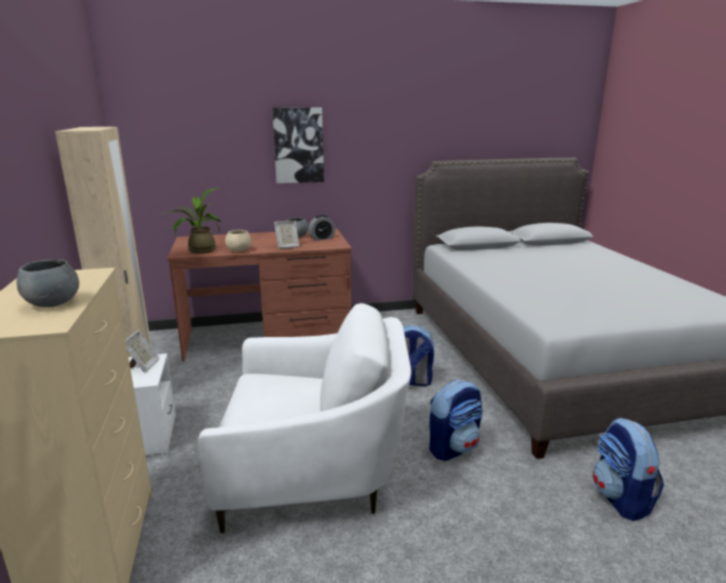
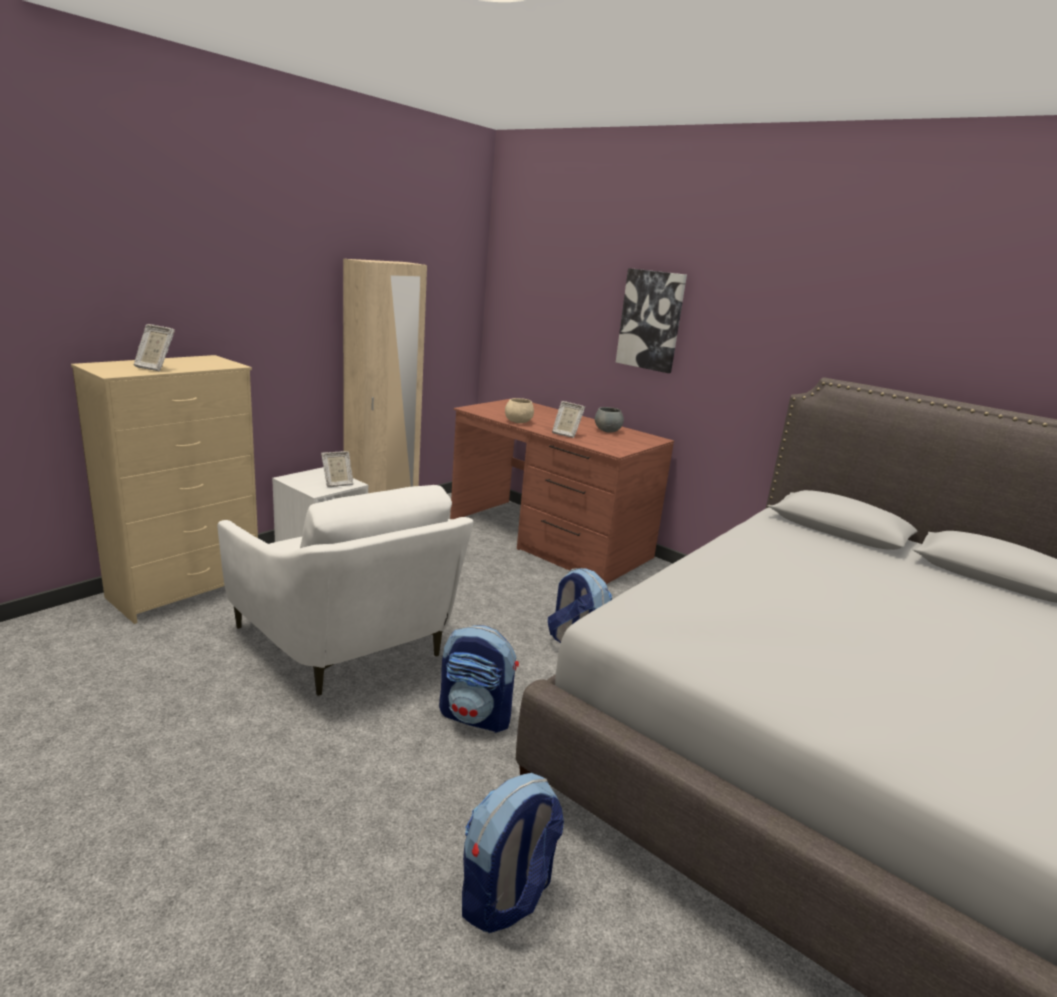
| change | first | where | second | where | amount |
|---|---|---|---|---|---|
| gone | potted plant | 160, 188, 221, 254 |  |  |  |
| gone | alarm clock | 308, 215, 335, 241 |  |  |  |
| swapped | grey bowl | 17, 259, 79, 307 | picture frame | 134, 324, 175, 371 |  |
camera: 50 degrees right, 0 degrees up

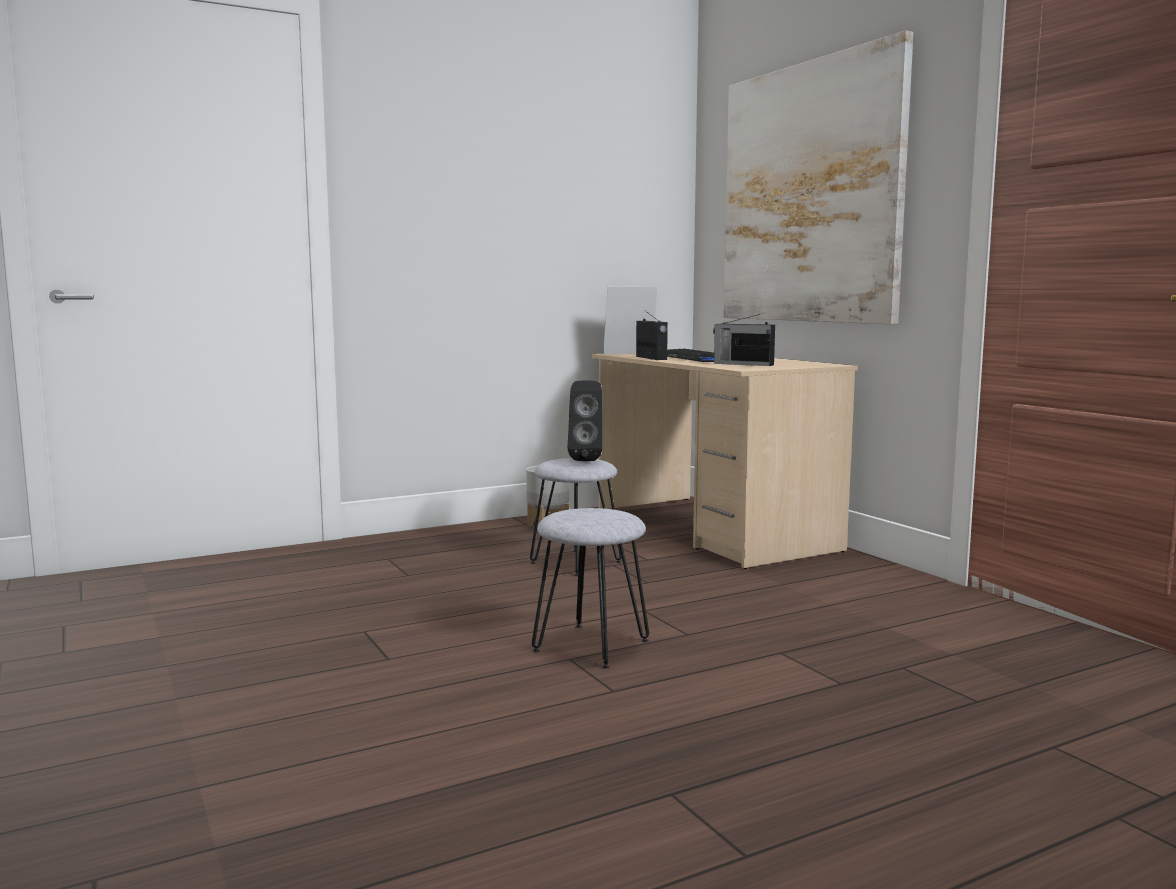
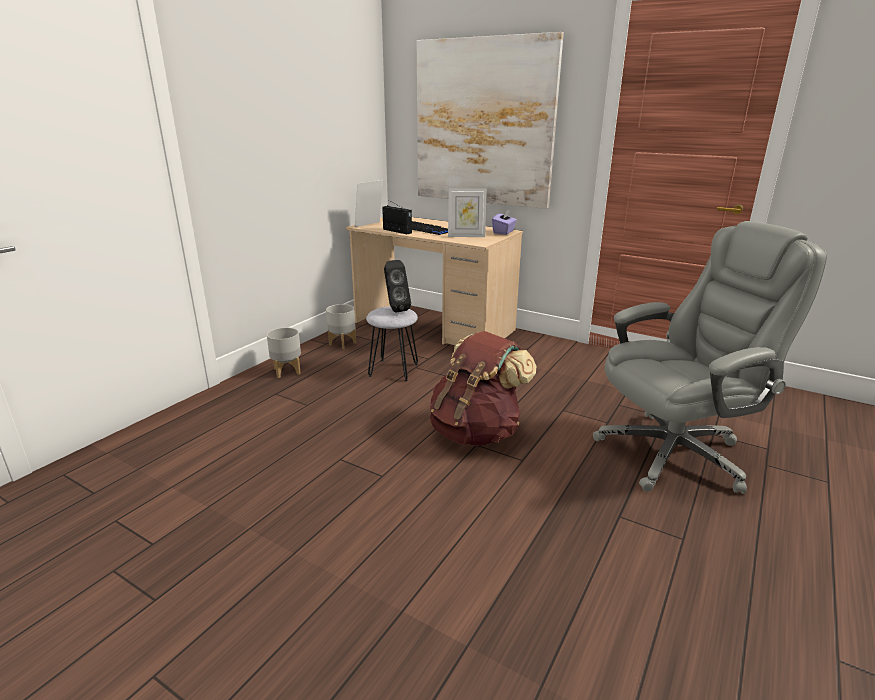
| change | first | where | second | where | amount |
|---|---|---|---|---|---|
| new |  |  | grey planter | 267, 327, 301, 378 |  |
| new |  |  | purple tissue box | 492, 210, 517, 235 |  |
| new |  |  | grey office chair | 593, 221, 827, 494 |  |
| swapped | grey stool | 532, 508, 649, 669 | brown backpack | 429, 331, 536, 446 |  |
| swapped | radio | 713, 313, 775, 366 | picture frame | 448, 188, 487, 237 |  |
camera: 30 degrees left, 15 degrees up

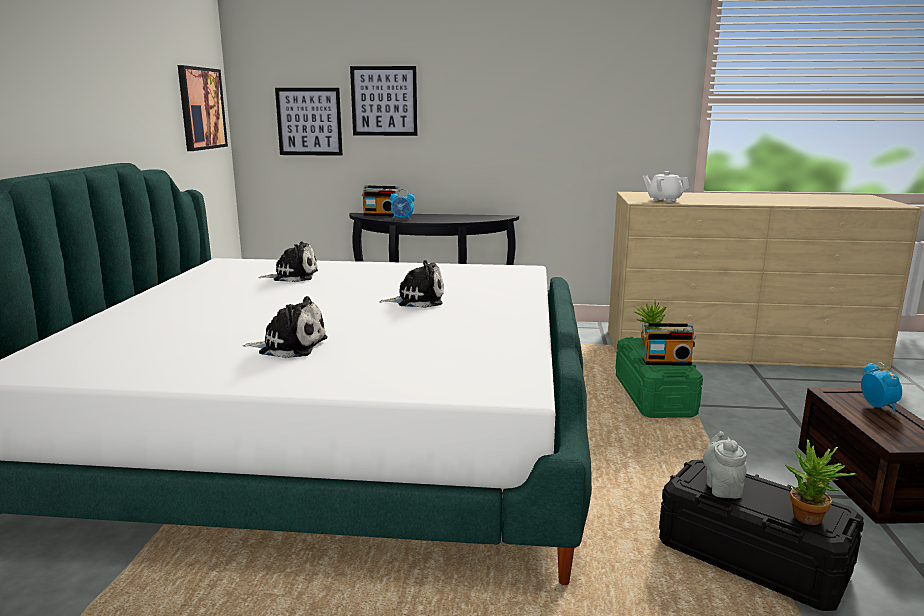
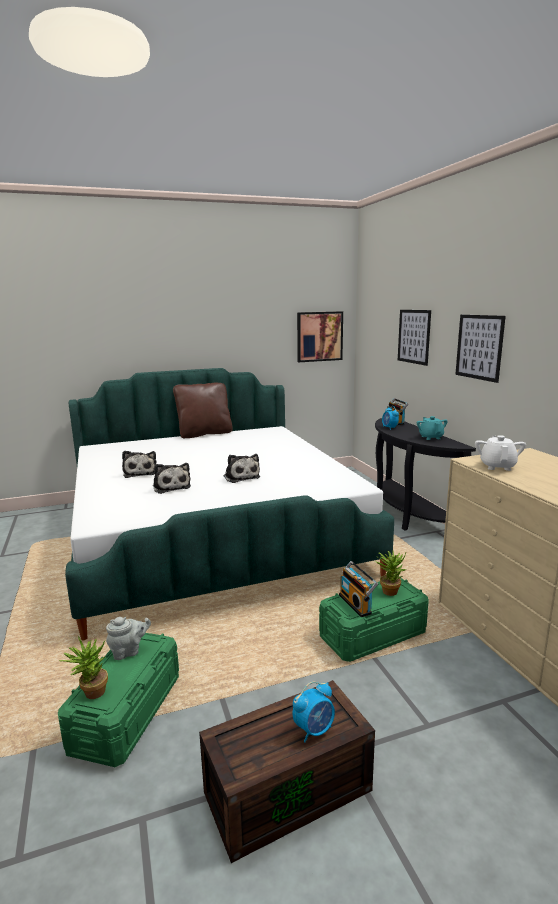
| change | first | where | second | where | amount |
|---|---|---|---|---|---|
| new |  |  | brown pillow | 173, 382, 233, 439 |  |
| new |  |  | turquoise teapot | 417, 416, 448, 440 |  |
| shifted | plush toy | 258, 241, 318, 282 |  | 153, 463, 191, 494 |  |
| shifted | picture | 275, 88, 343, 156 |  | 455, 315, 506, 383 |  |
| repainted | black storage box | 659, 459, 864, 611 | green storage box | 58, 633, 179, 767 |  |
camera: 65 degrees right, 0 degrees up

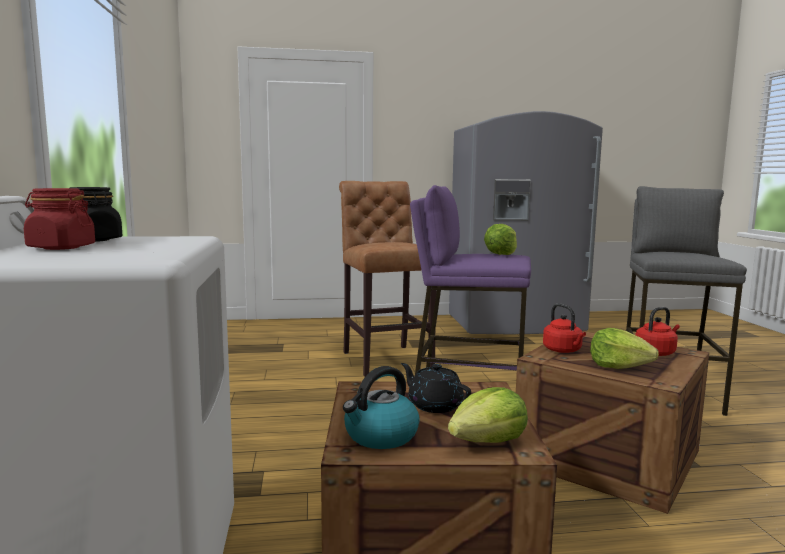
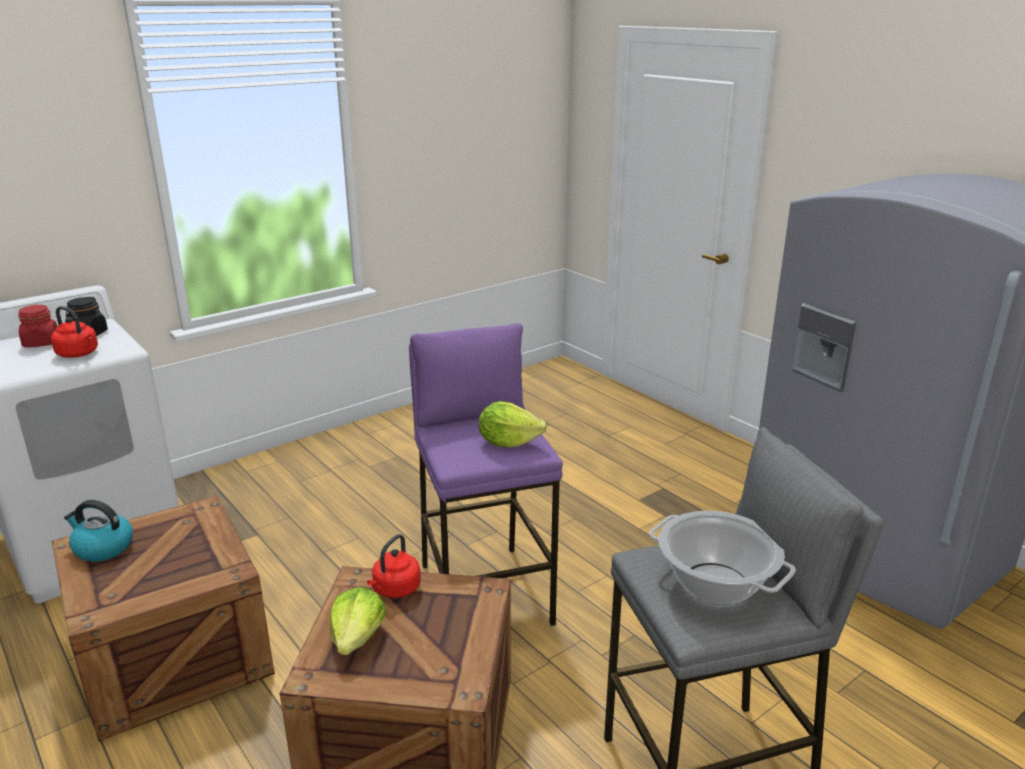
| change | first | where | second | where | amount |
|---|---|---|---|---|---|
| gone | brown stool | 339, 181, 436, 377 |  |  |  |
| gone | black teapot | 401, 363, 471, 413 |  |  |  |
| gone | lettuce | 448, 387, 528, 443 |  |  |  |
| new |  |  | cooking pot | 649, 511, 796, 605 |  |
| shifted | red kettle | 635, 307, 680, 356 |  | 51, 306, 98, 358 |  |
camera: 60 degrees right, 15 degrees up

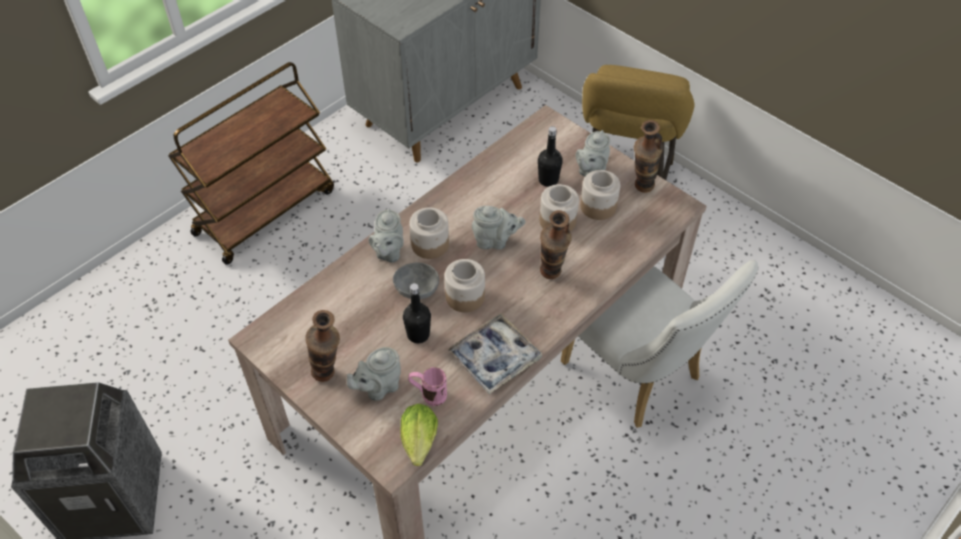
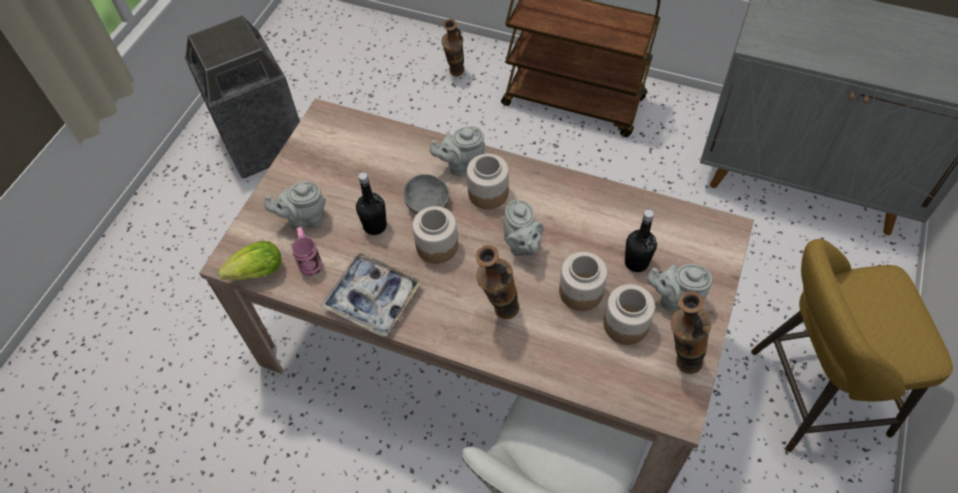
| change | first | where | second | where | amount |
|---|---|---|---|---|---|
| shifted | vase | 305, 310, 340, 382 |  | 441, 19, 464, 76 |  |
| rotated | grey teapot | 347, 347, 401, 401 |  | 264, 181, 326, 231 | 45 degrees counterclockwise |
camera: 70 degrees right, 5 degrees up

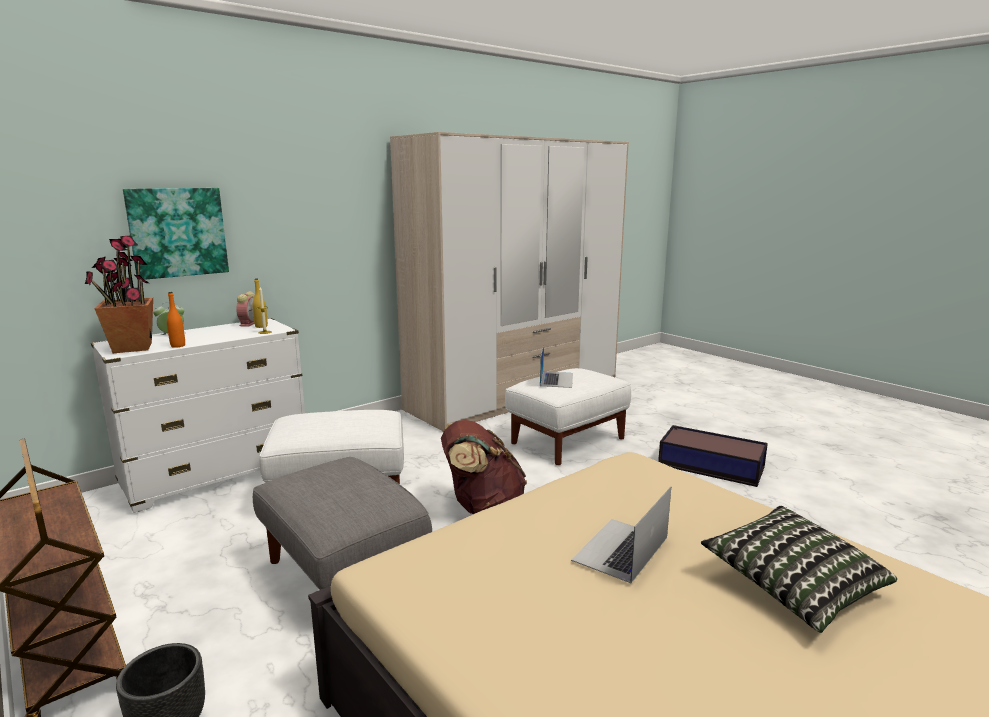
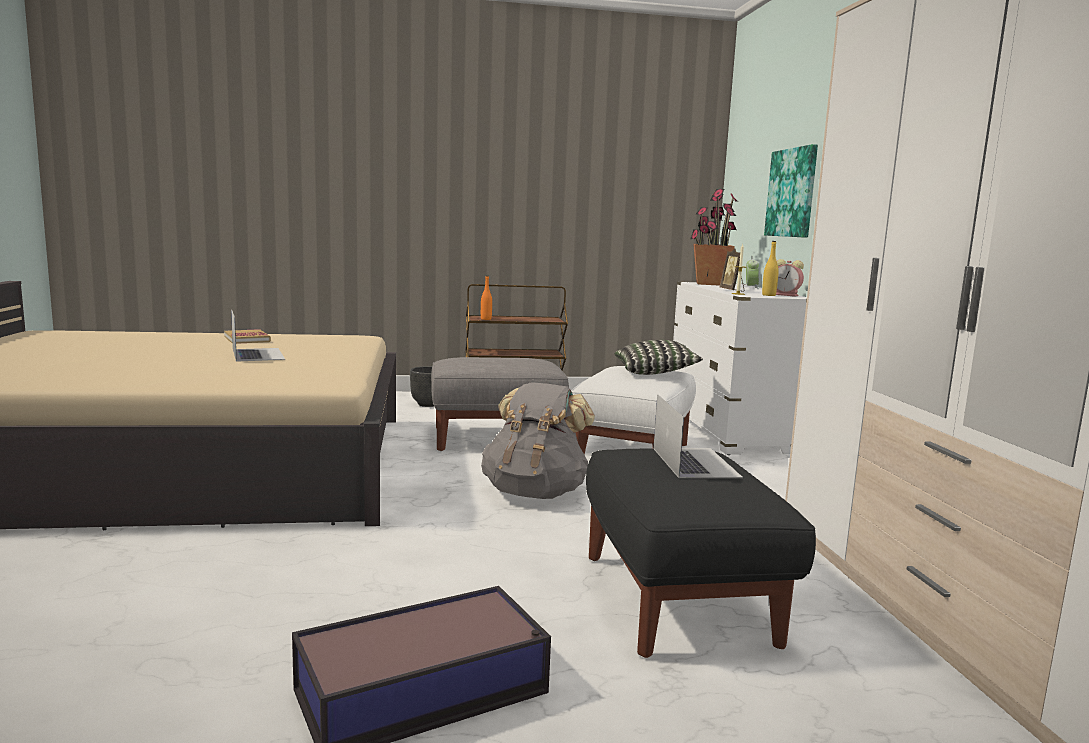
| change | first | where | second | where | amount |
|---|---|---|---|---|---|
| new |  |  | book | 224, 329, 271, 344 |  |
| new |  |  | picture frame | 720, 248, 744, 292 |  |
| shifted | orange bottle | 167, 292, 185, 348 |  | 481, 275, 492, 320 |  |
| shifted | pillow | 701, 506, 897, 633 |  | 615, 340, 703, 375 |  |
| repainted | brown backpack | 441, 420, 527, 514 | grey backpack | 481, 382, 595, 499 |  |
| repainted | white ottoman | 505, 368, 631, 465 | black ottoman | 586, 448, 816, 658 |  |
| rotated | laptop | 540, 345, 573, 388 |  | 653, 394, 743, 478 | 135 degrees counterclockwise |
camera: 120 degrees right, 5 degrees down

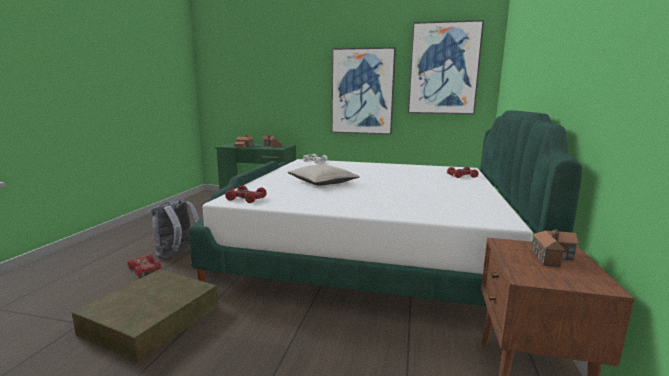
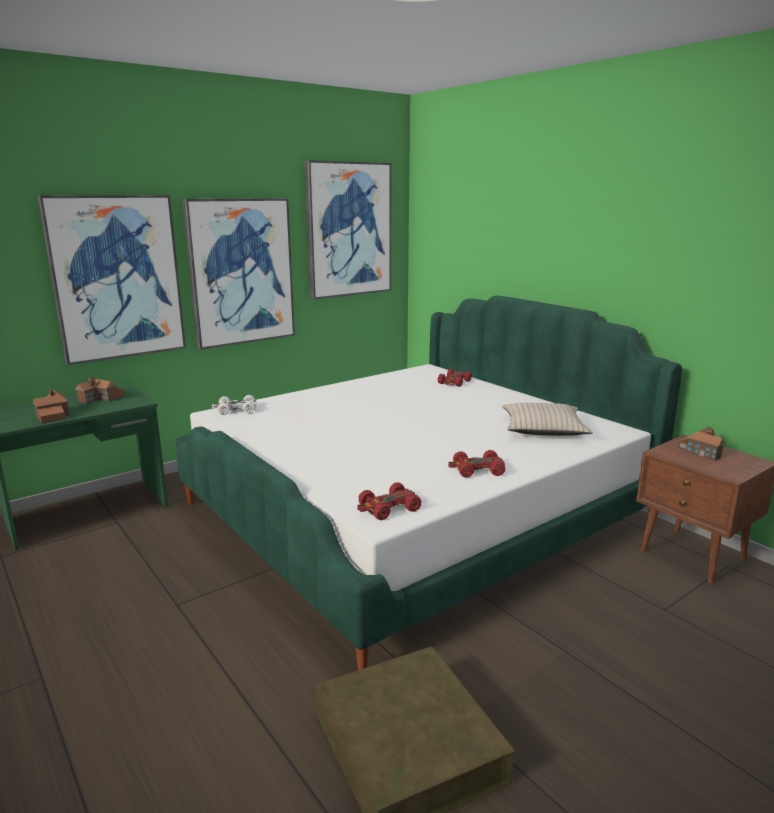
| change | first | where | second | where | amount |
|---|---|---|---|---|---|
| gone | grey backpack | 151, 199, 200, 259 |  |  |  |
| new |  |  | picture | 37, 195, 186, 365 |  |
| shifted | red toy car | 128, 254, 161, 276 |  | 448, 450, 505, 477 |  |
| shifted | beige pillow | 287, 165, 360, 186 |  | 502, 403, 593, 436 |  |
camera: 50 degrees left, 5 degrees up

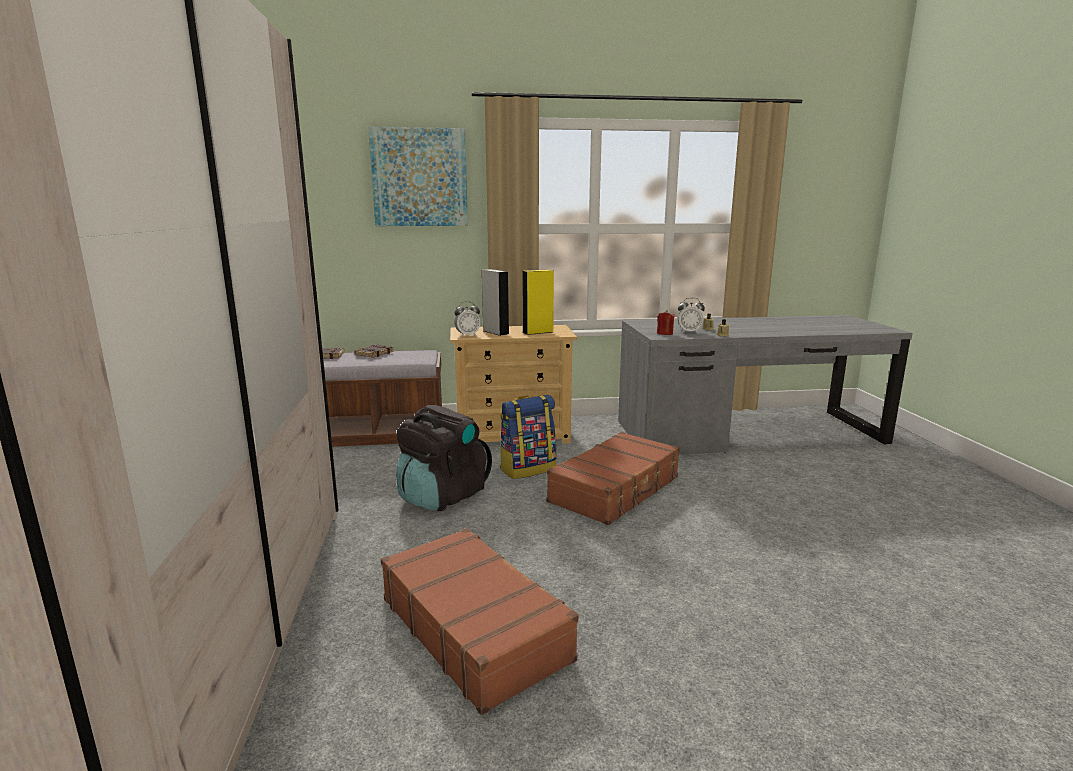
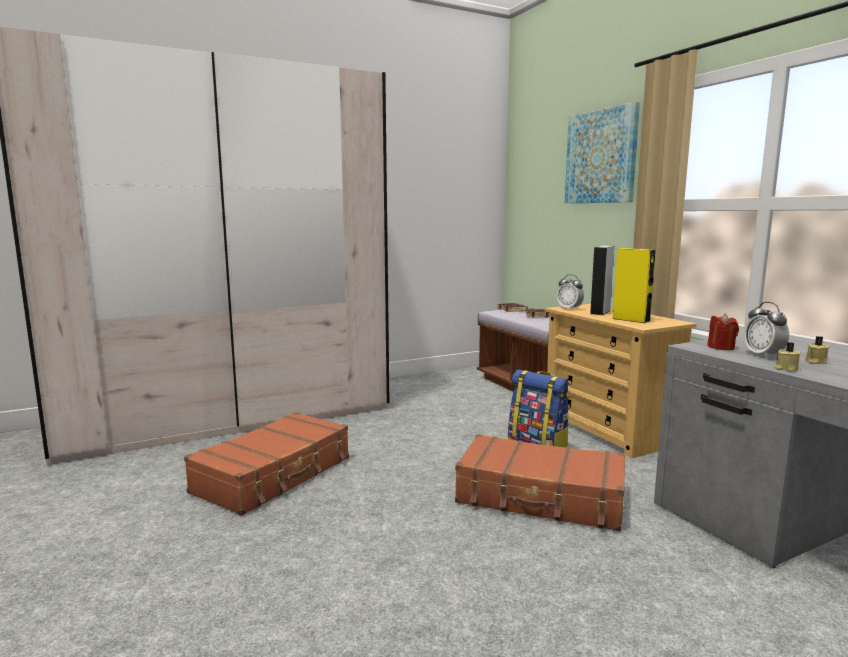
| change | first | where | second | where | amount |
|---|---|---|---|---|---|
| gone | black backpack | 396, 405, 492, 511 |  |  |  |
camera: 70 degrees right, 5 degrees down

